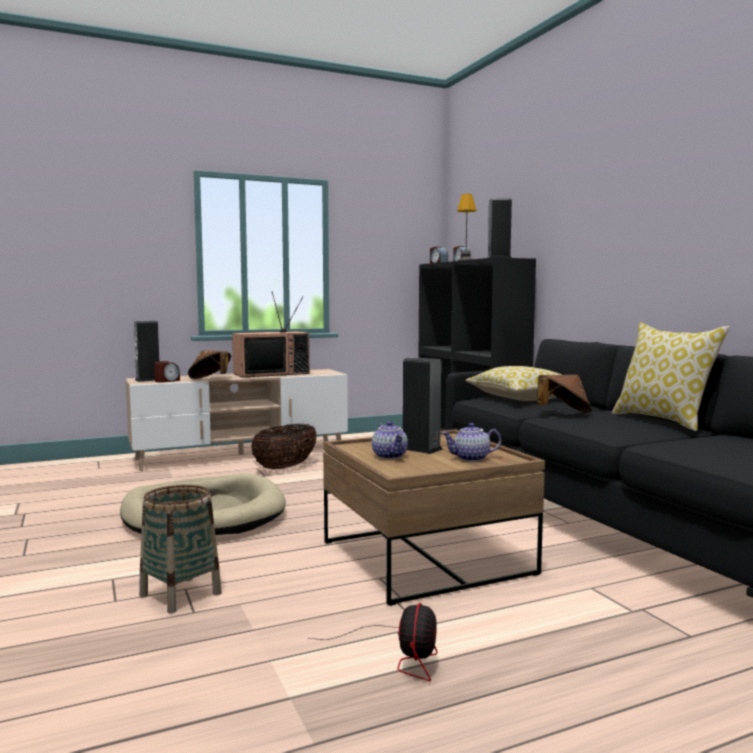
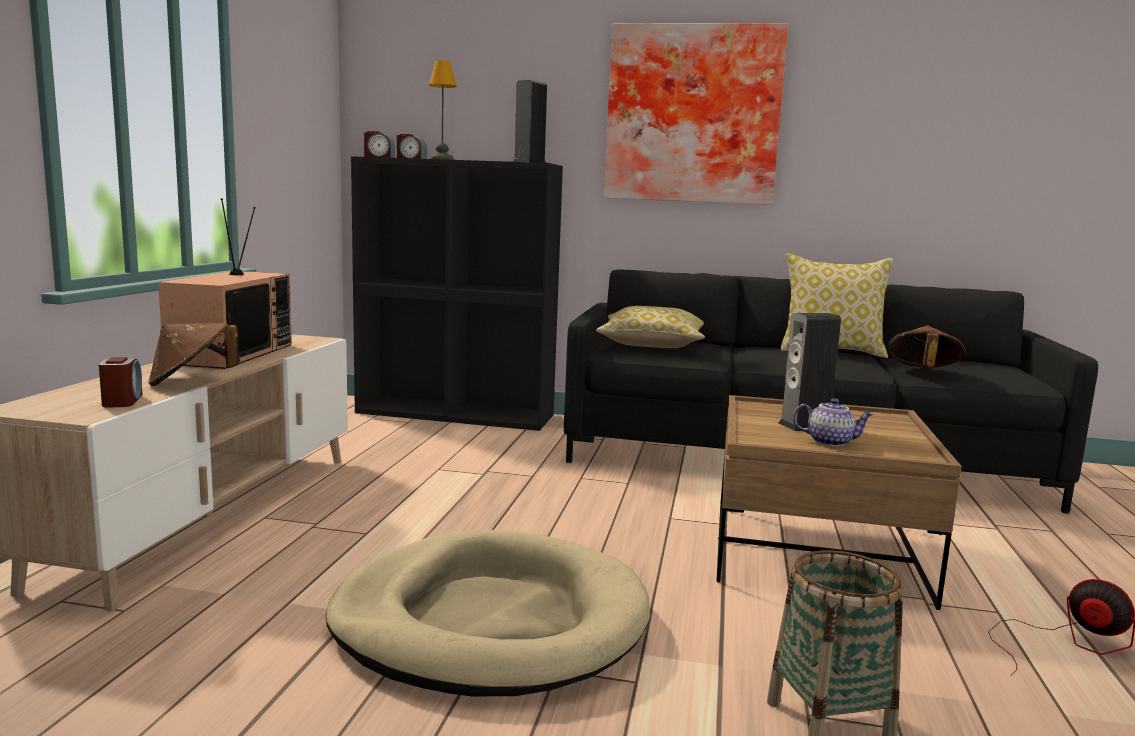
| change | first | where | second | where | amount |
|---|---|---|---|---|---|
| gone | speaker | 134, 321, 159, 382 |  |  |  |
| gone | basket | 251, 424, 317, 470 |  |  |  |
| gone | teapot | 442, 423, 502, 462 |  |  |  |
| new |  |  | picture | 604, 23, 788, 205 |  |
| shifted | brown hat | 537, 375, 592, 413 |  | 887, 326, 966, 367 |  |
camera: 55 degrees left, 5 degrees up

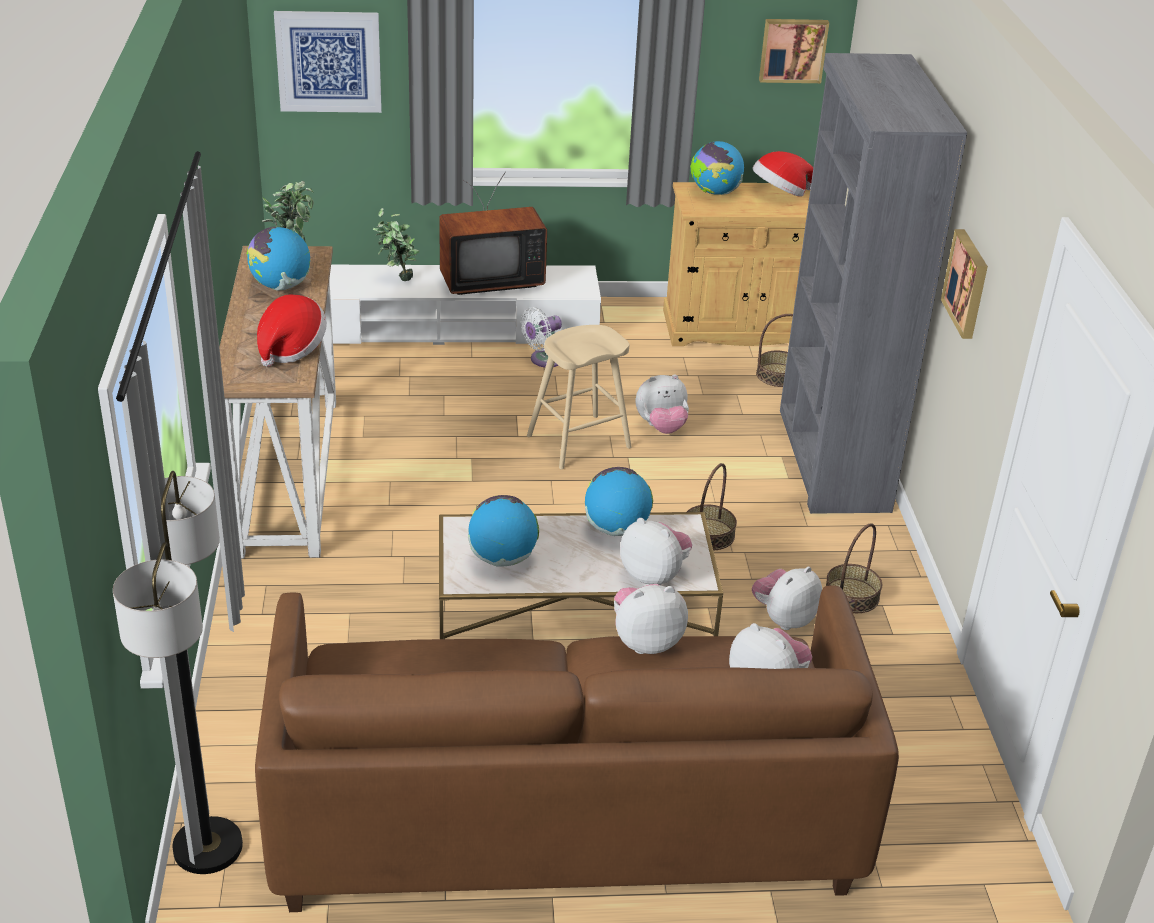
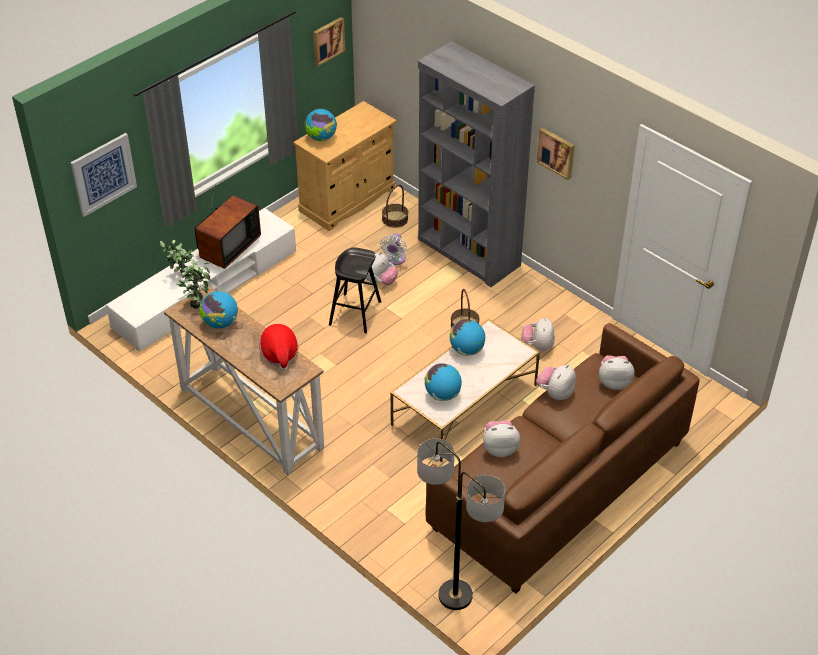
| change | first | where | second | where | amount |
|---|---|---|---|---|---|
| gone | hat | 753, 151, 813, 197 |  |  |  |
| gone | basket | 826, 523, 882, 613 |  |  |  |
| shifted | white fan | 521, 307, 562, 367 |  | 380, 233, 407, 265 |  |
| shifted | plush toy | 620, 518, 692, 586 |  | 483, 420, 520, 457 |  |
| repainted | beige stool | 527, 325, 631, 469 | black stool | 329, 247, 381, 333 |  |
camera: 40 degrees left, 10 degrees up

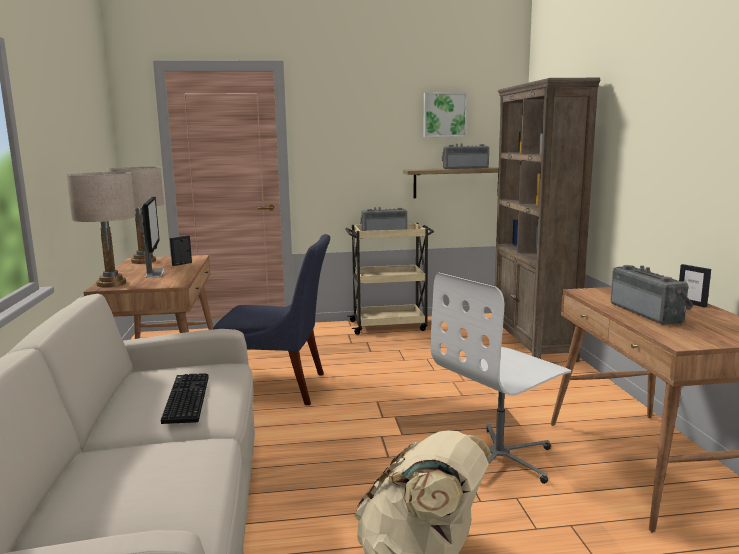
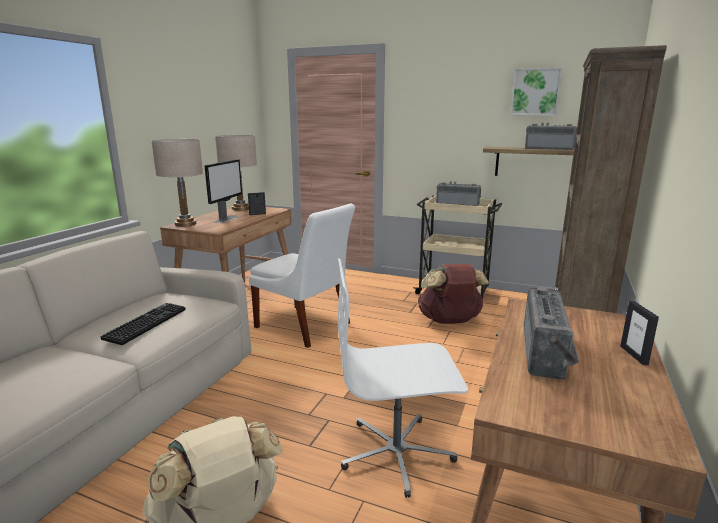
| change | first | where | second | where | amount |
|---|---|---|---|---|---|
| new |  |  | brown backpack | 418, 264, 489, 324 |  |
| repainted | blue chair | 213, 234, 330, 405 | white chair | 249, 204, 355, 348 |  |
camera: 30 degrees right, 5 degrees up

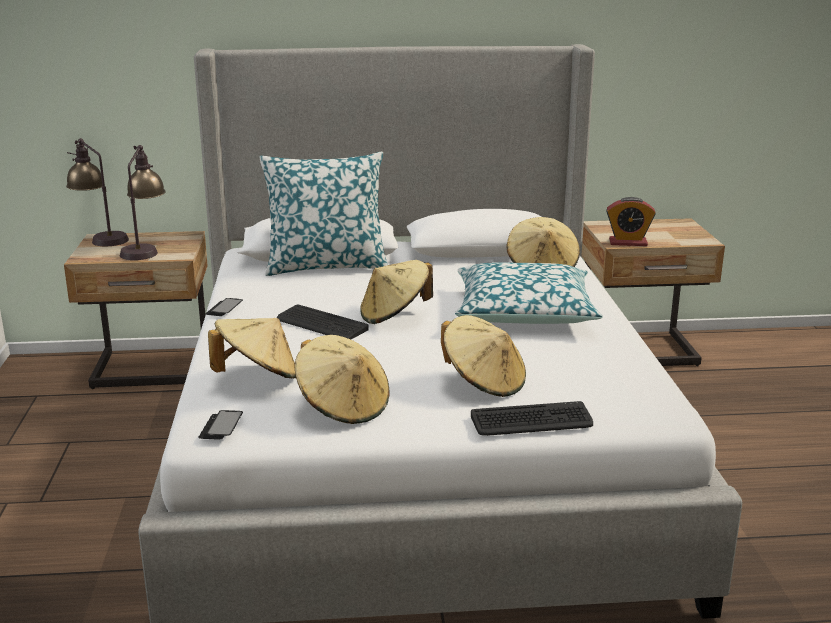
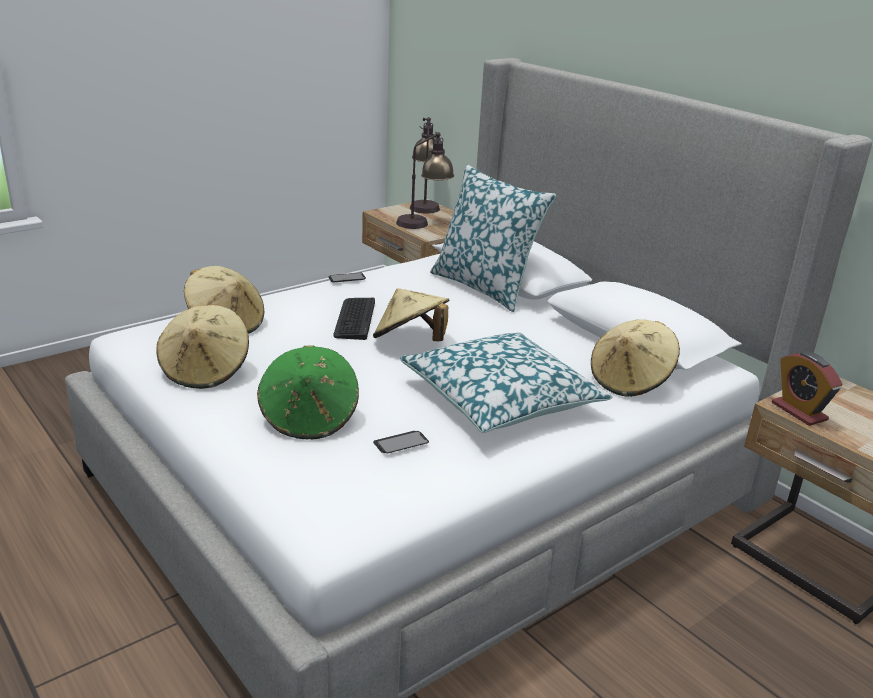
| change | first | where | second | where | amount |
|---|---|---|---|---|---|
| gone | keyboard | 471, 401, 593, 436 |  |  |  |
| shifted | phone | 198, 410, 243, 440 |  | 373, 431, 429, 453 |  |
| repainted | beige hat | 441, 315, 526, 397 | green hat | 257, 346, 359, 439 |  |
camera: 55 degrees right, 5 degrees up

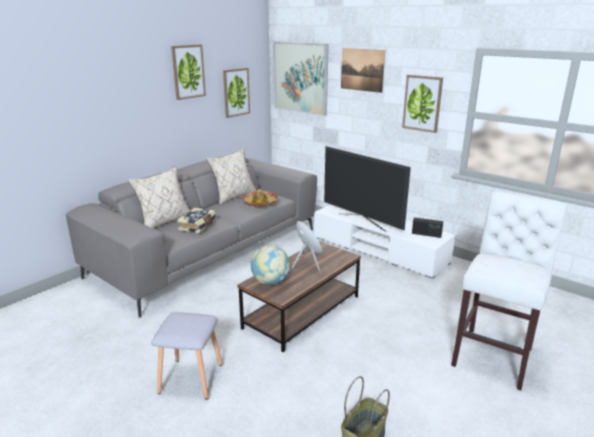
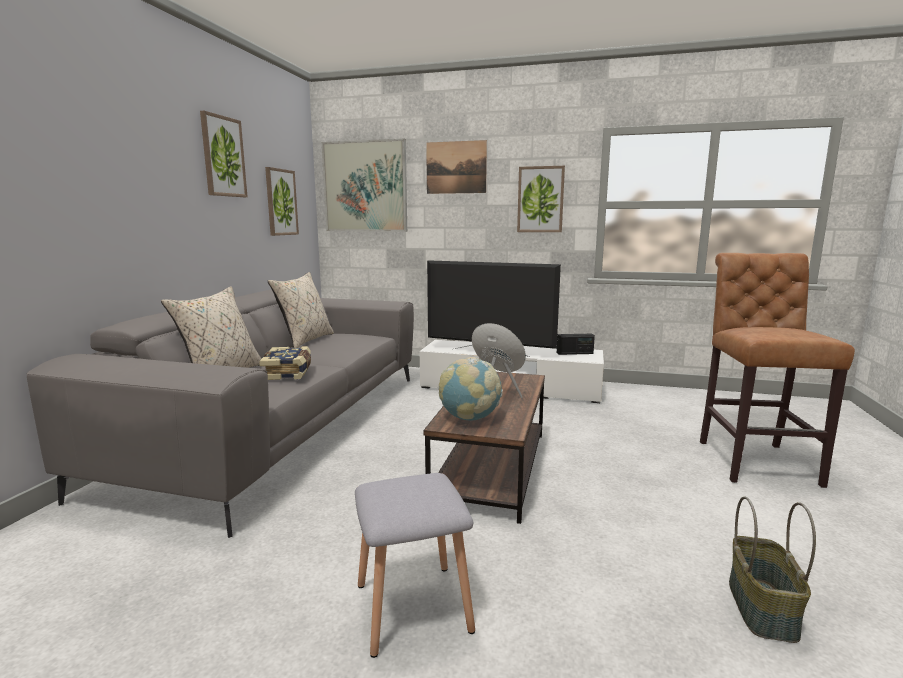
| change | first | where | second | where | amount |
|---|---|---|---|---|---|
| gone | hat | 241, 189, 278, 207 |  |  |  |
| repainted | white stool | 451, 191, 567, 390 | brown stool | 700, 253, 855, 488 |  |
camera: 25 degrees left, 10 degrees down

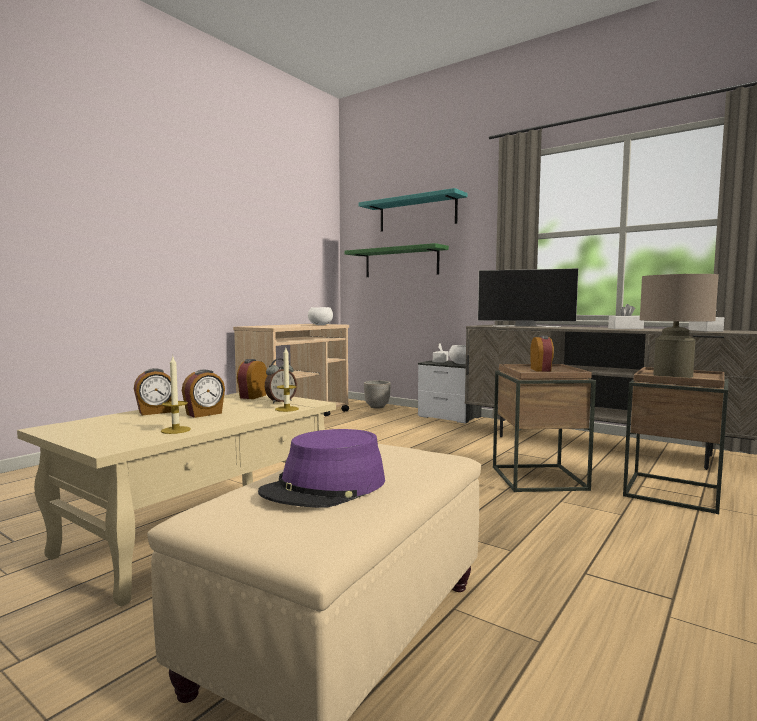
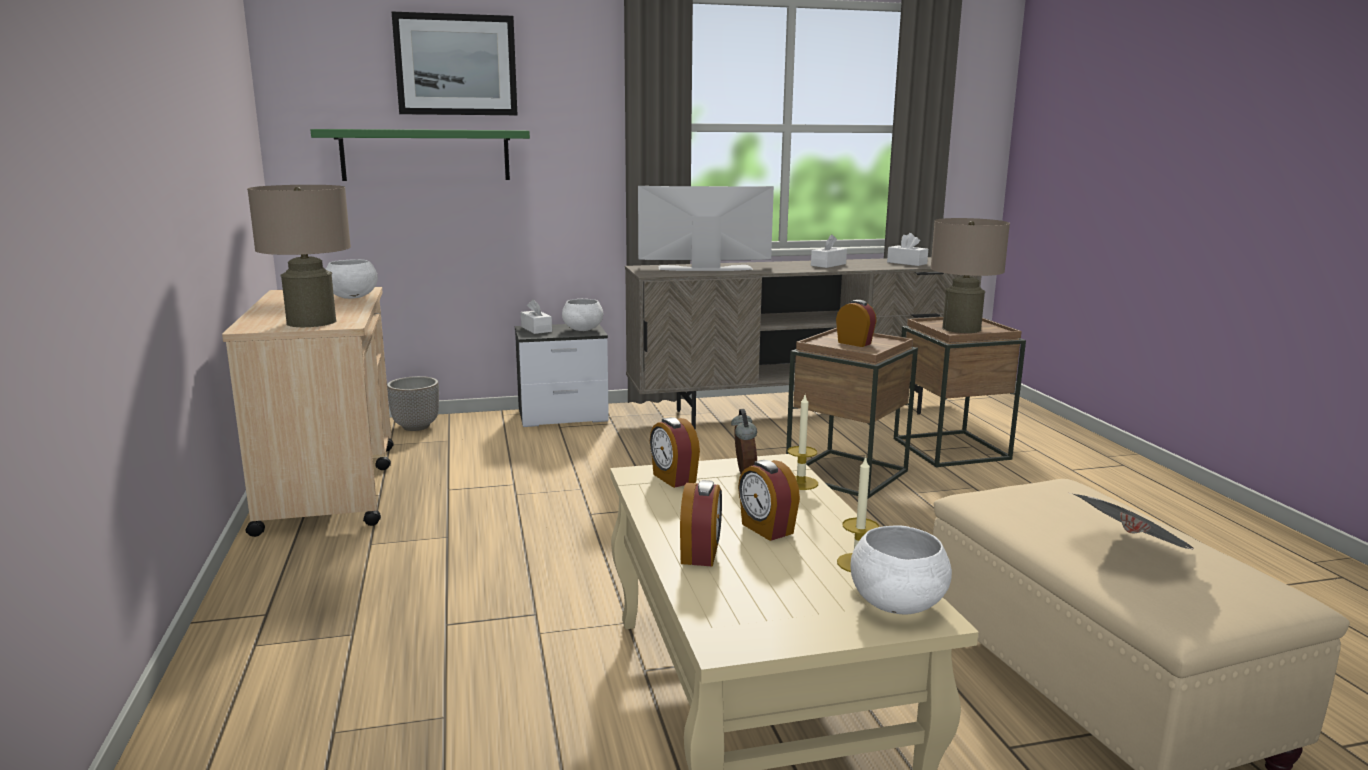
| change | first | where | second | where | amount |
|---|---|---|---|---|---|
| new |  |  | beige table lamp | 247, 185, 351, 327 |  |
| new |  |  | white bowl | 850, 525, 952, 614 |  |
| swapped | purple hat | 258, 429, 385, 508 | newspaper | 1070, 493, 1196, 551 |  |
| swapped | turquoise shelf | 359, 188, 467, 232 | picture | 391, 11, 517, 115 |  |
| rotated | alarm clock | 182, 370, 225, 418 |  | 738, 460, 800, 541 | 150 degrees clockwise |
| rotated | television | 478, 268, 578, 327 |  | 638, 186, 774, 271 | 150 degrees counterclockwise |
camera: 50 degrees left, 10 degrees up

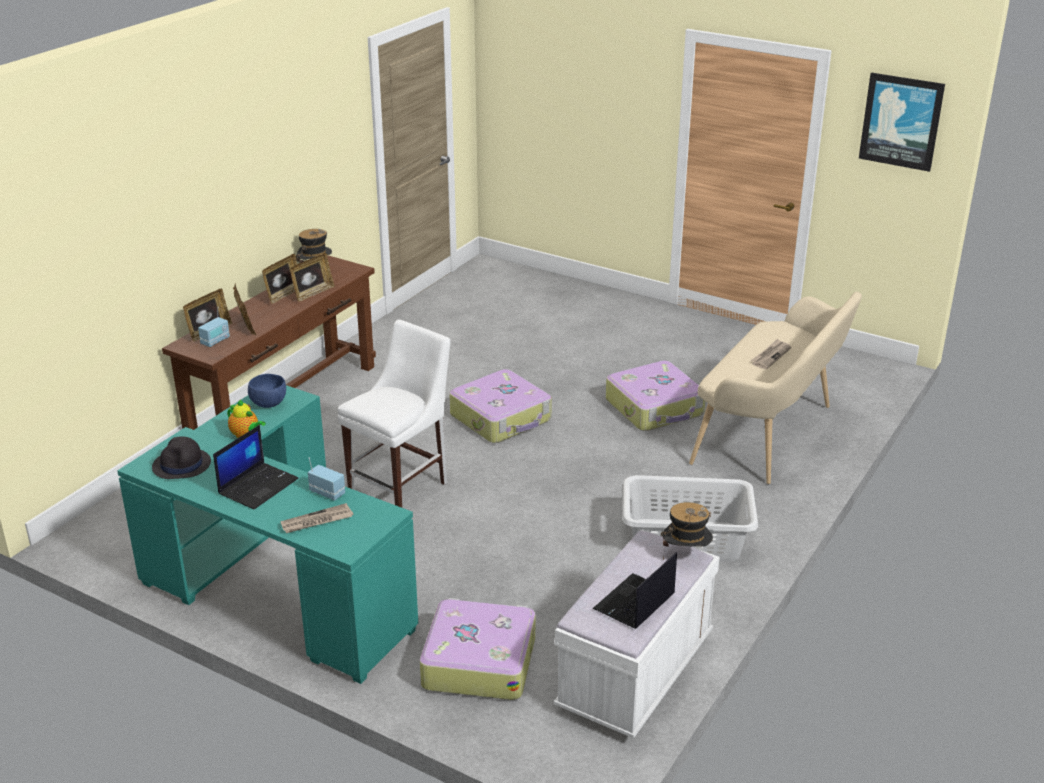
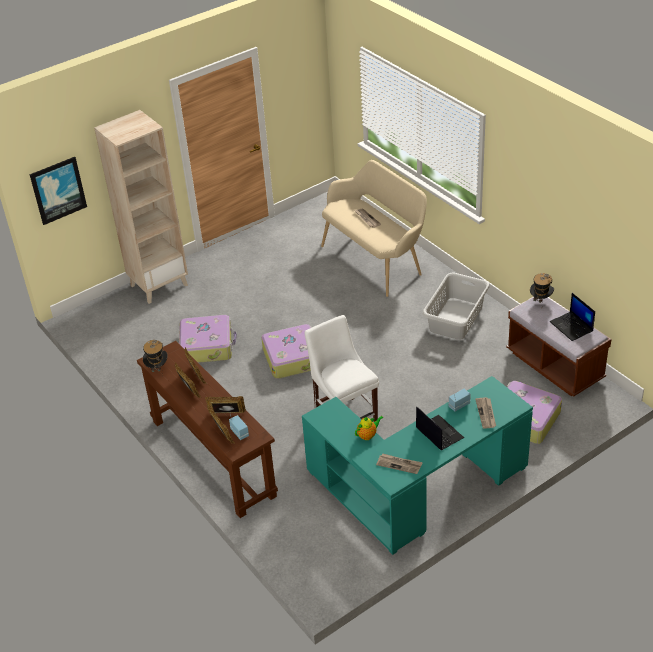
| change | first | where | second | where | amount |
|---|---|---|---|---|---|
| gone | blue bowl | 248, 374, 286, 408 |  |  |  |
| new |  |  | beige bookcase | 94, 110, 188, 304 |  |
| shifted | suitcase | 606, 361, 705, 431 |  | 179, 315, 237, 363 |  |
| shifted | picture | 859, 73, 945, 172 |  | 30, 157, 87, 225 |  |
| swapped | black hat | 152, 436, 211, 479 | newspaper | 376, 454, 423, 474 |  |
| repainted | white bench | 554, 530, 720, 739 | brown bench | 506, 297, 611, 396 |  |
camera: 65 degrees left, 10 degrees up

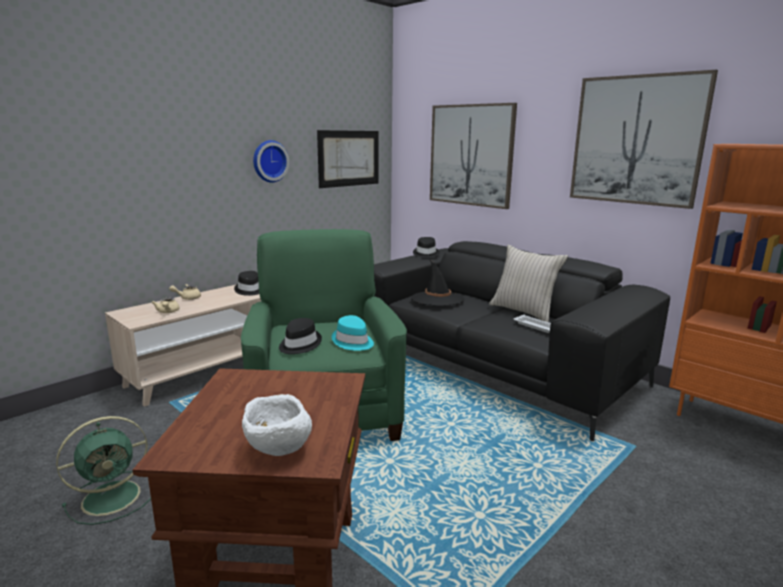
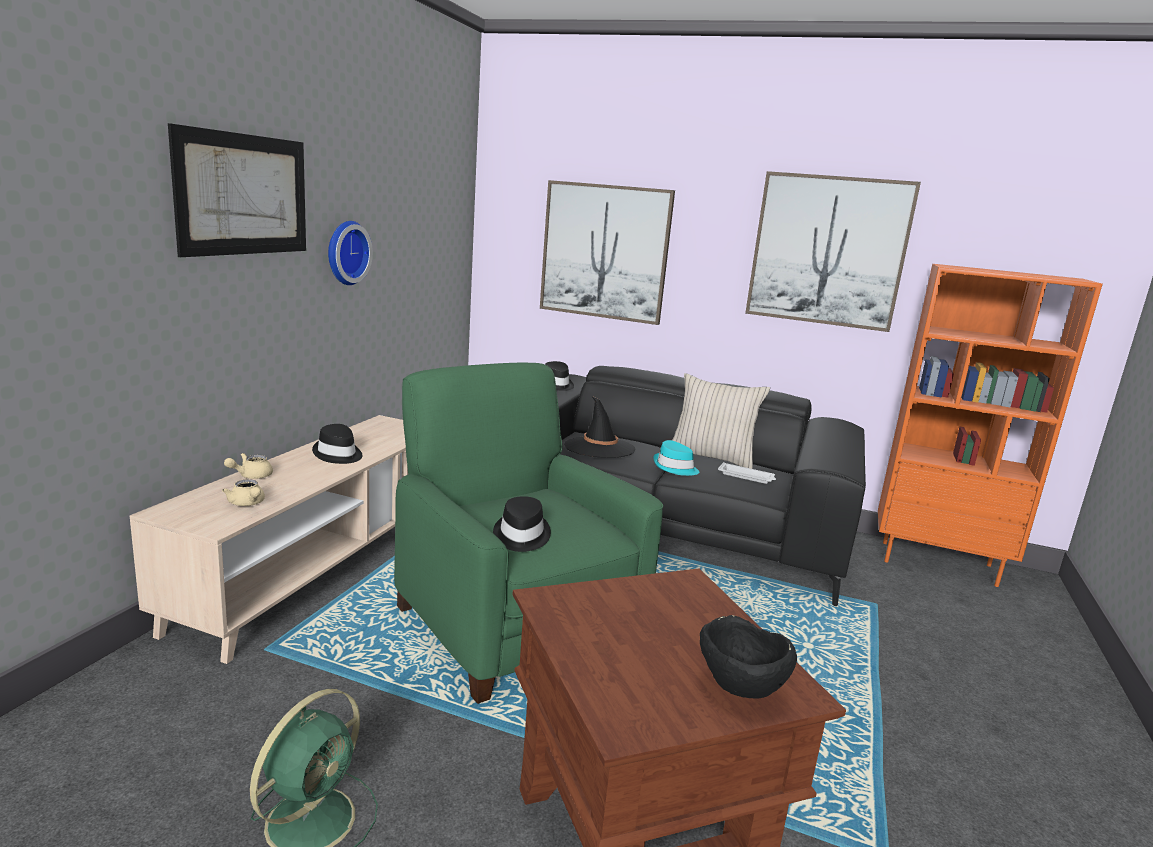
| change | first | where | second | where | amount |
|---|---|---|---|---|---|
| shifted | picture | 317, 130, 379, 188 |  | 168, 123, 306, 257 |  |
| shifted | turquoise hat | 332, 315, 374, 351 |  | 653, 440, 699, 476 |  |
| repainted | white bowl | 242, 394, 312, 456 | black bowl | 700, 615, 797, 699 |  |
camera: 25 degrees left, 0 degrees up

